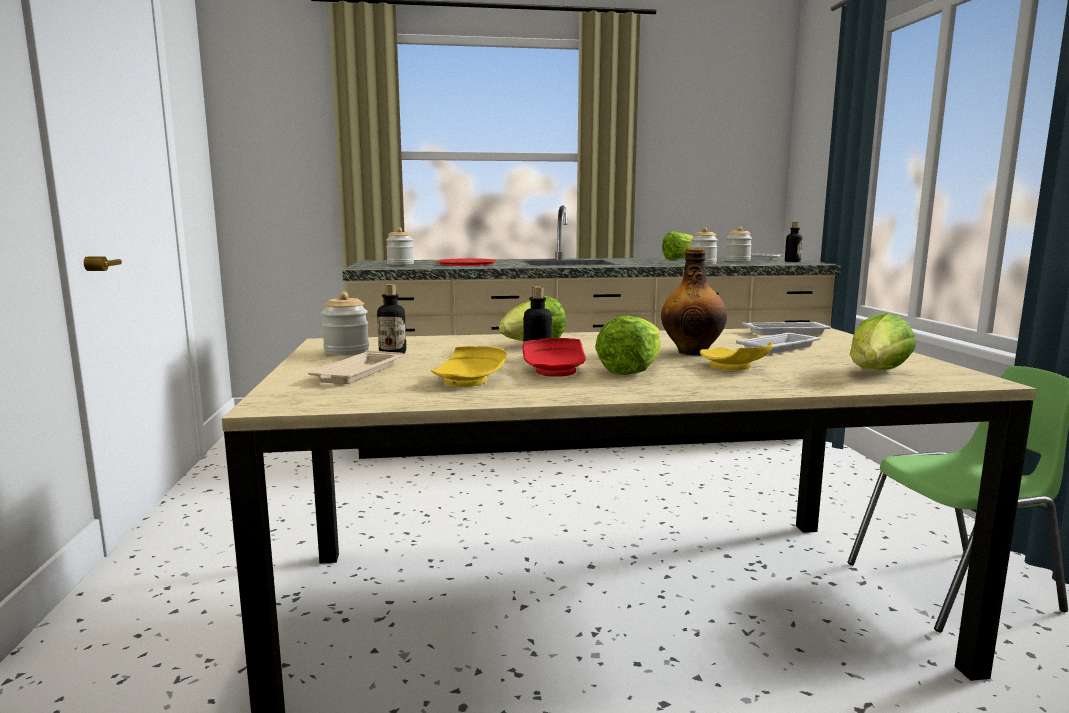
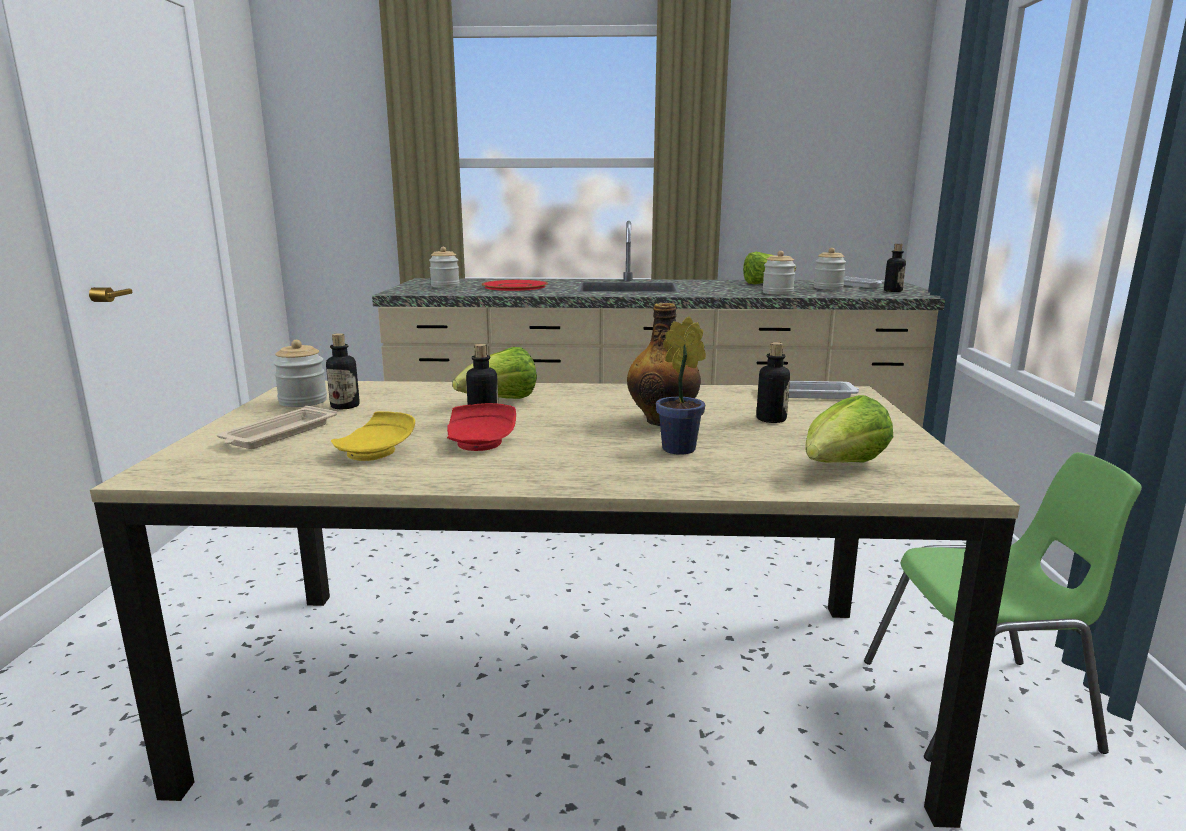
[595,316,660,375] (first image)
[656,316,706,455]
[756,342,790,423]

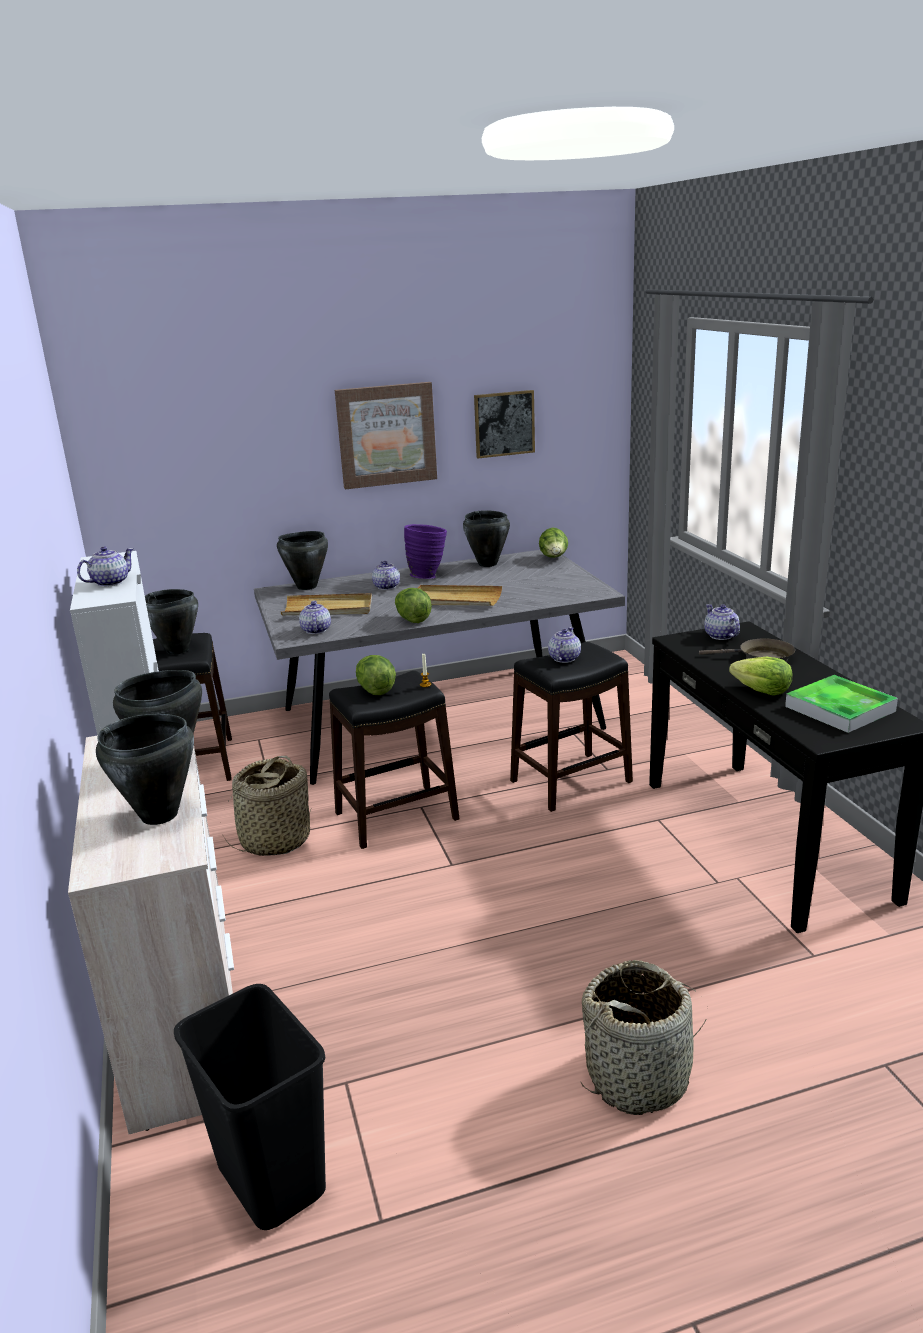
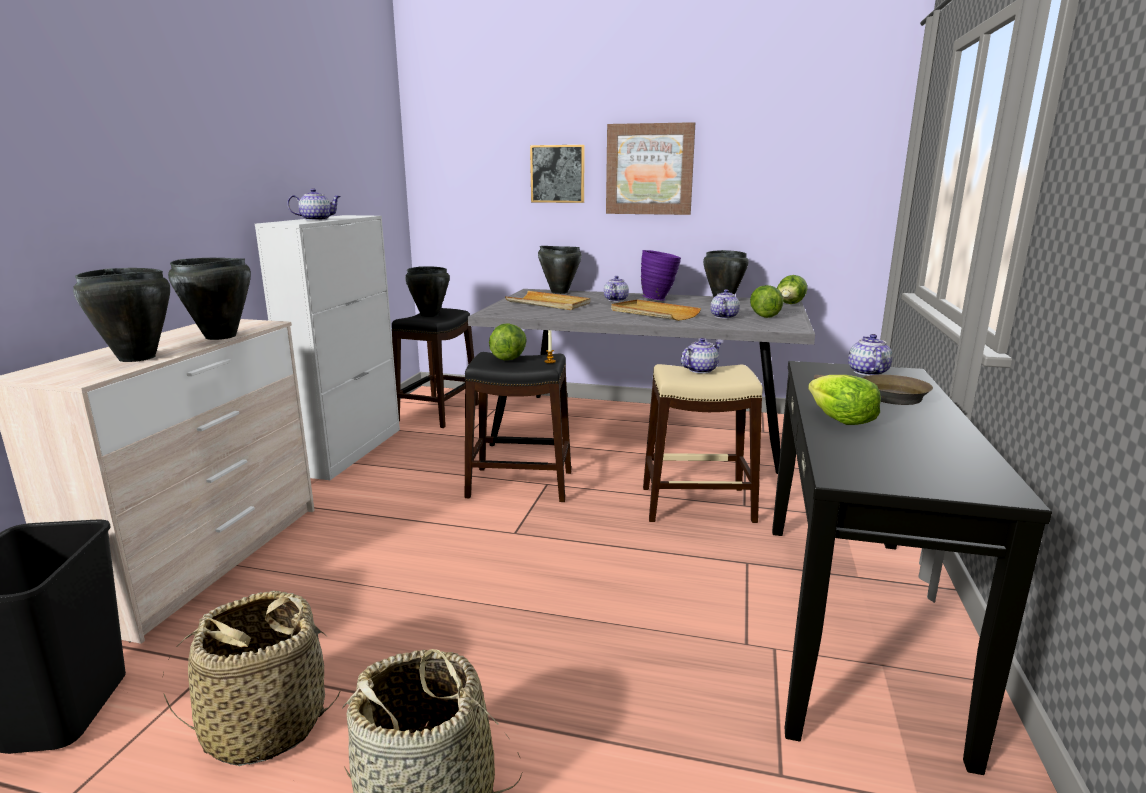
[785,675,898,733] (first image)
[162,591,341,766]
[711,289,740,319]
[750,285,783,318]
[530,145,585,203]
[643,364,763,523]

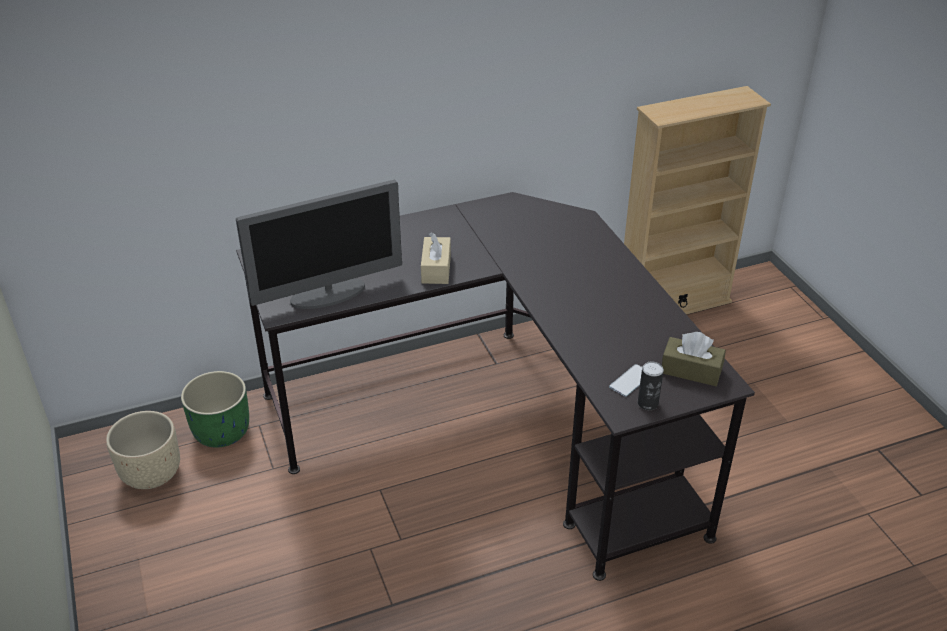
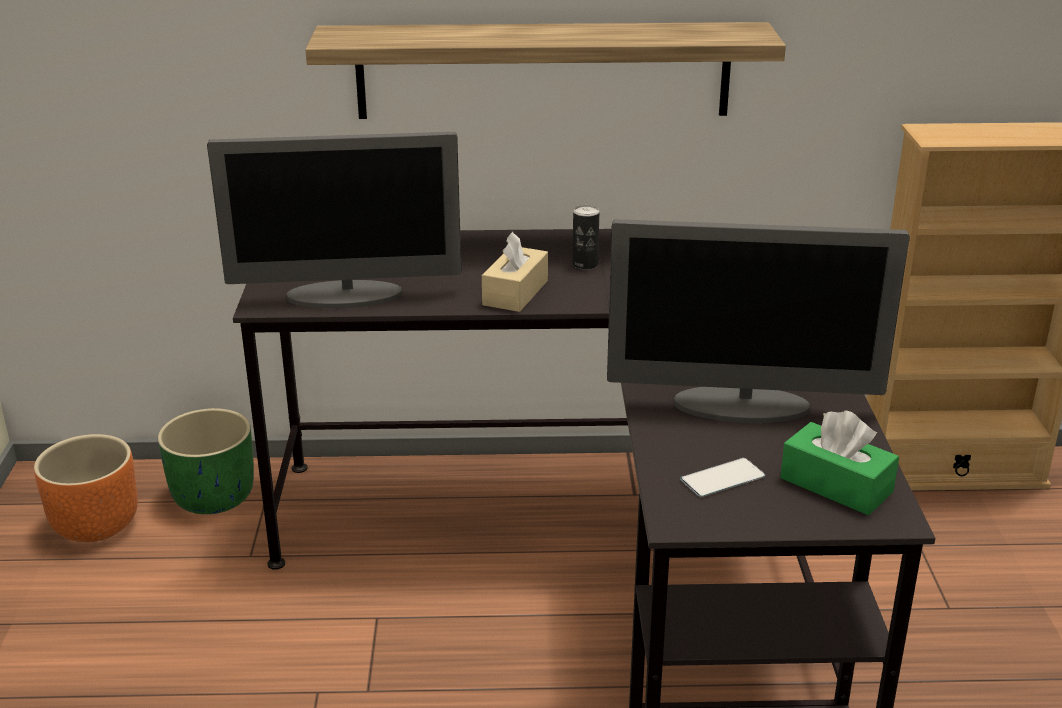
[305,22,786,119]
[607,219,910,423]
[572,205,600,270]
[34,434,138,542]
[780,410,899,515]

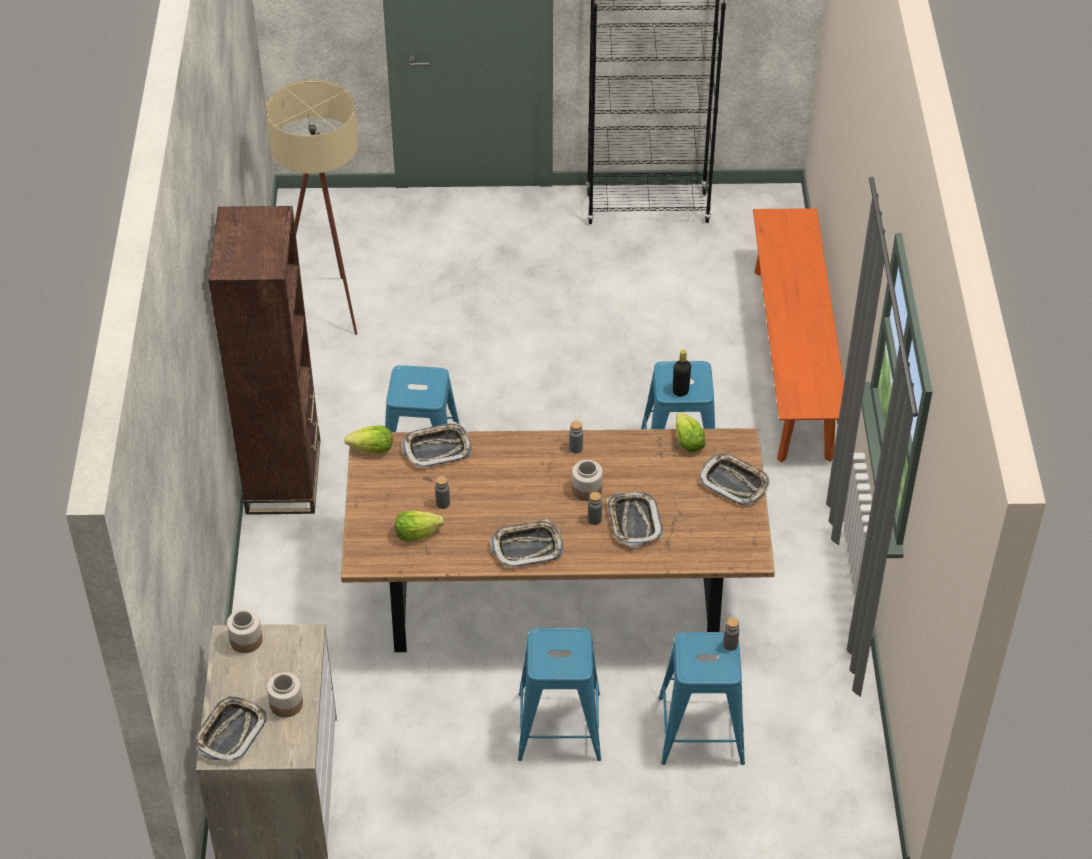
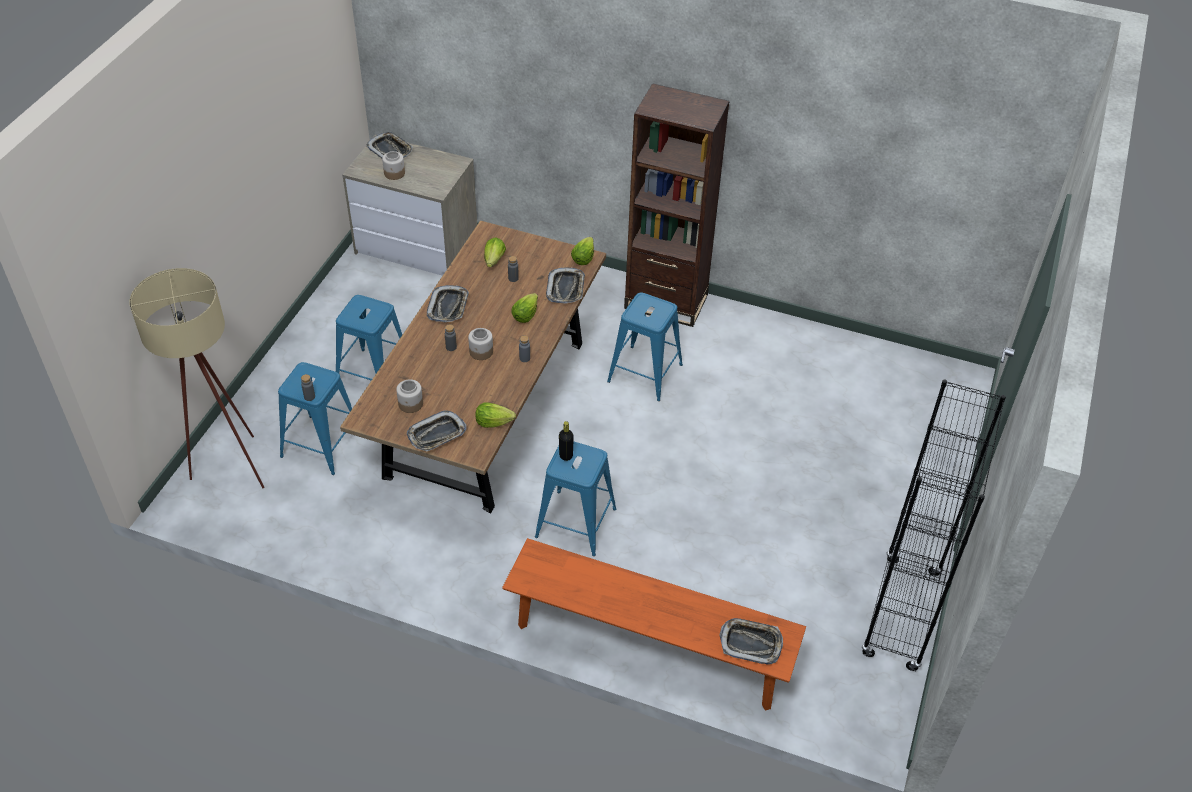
[512,293,538,323]
[396,379,423,413]
[129,268,265,489]
[719,618,783,665]

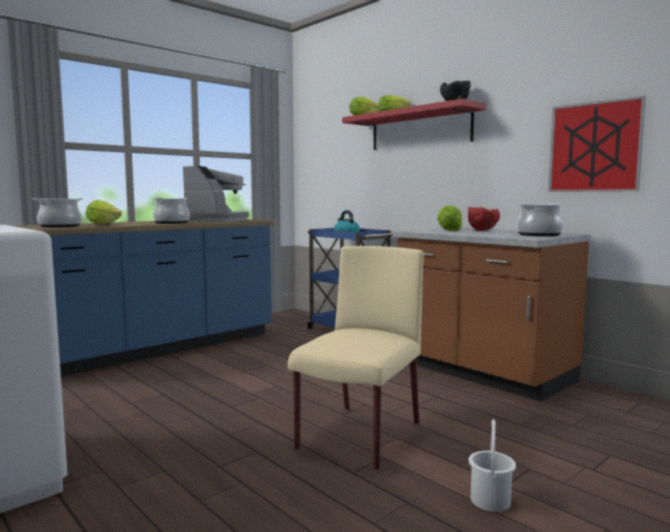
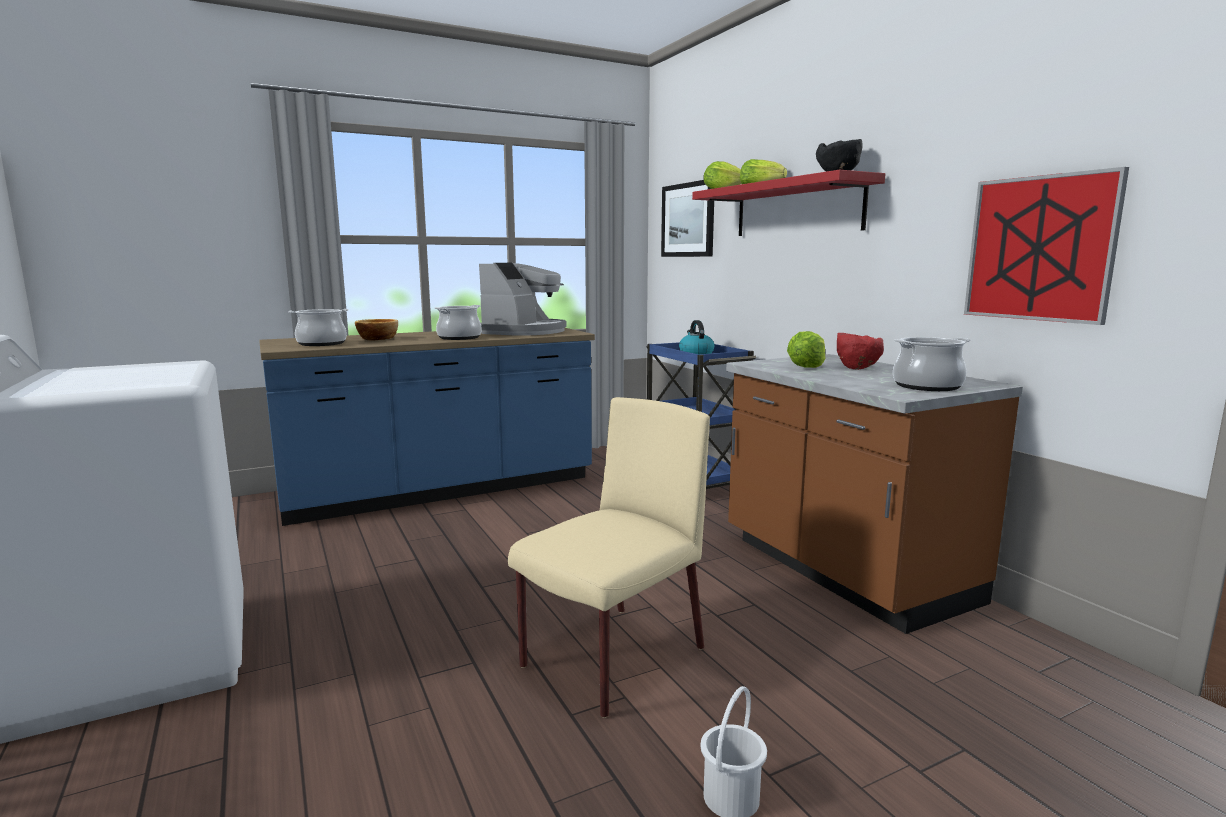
[661,180,714,257]
[355,319,398,340]

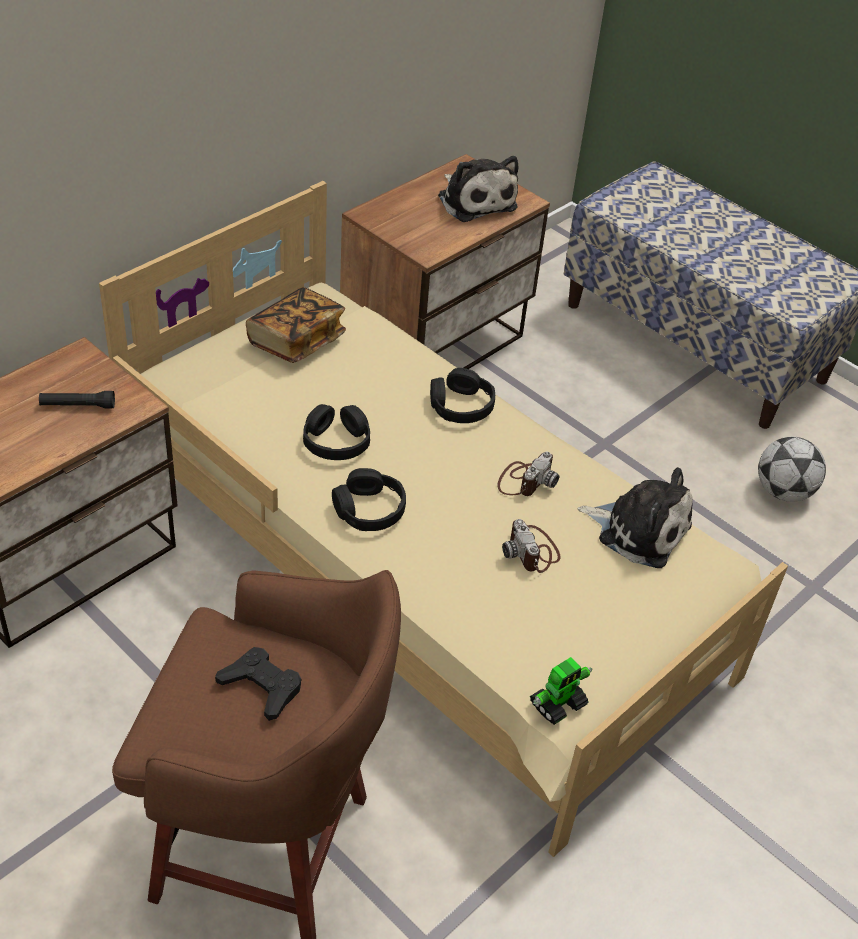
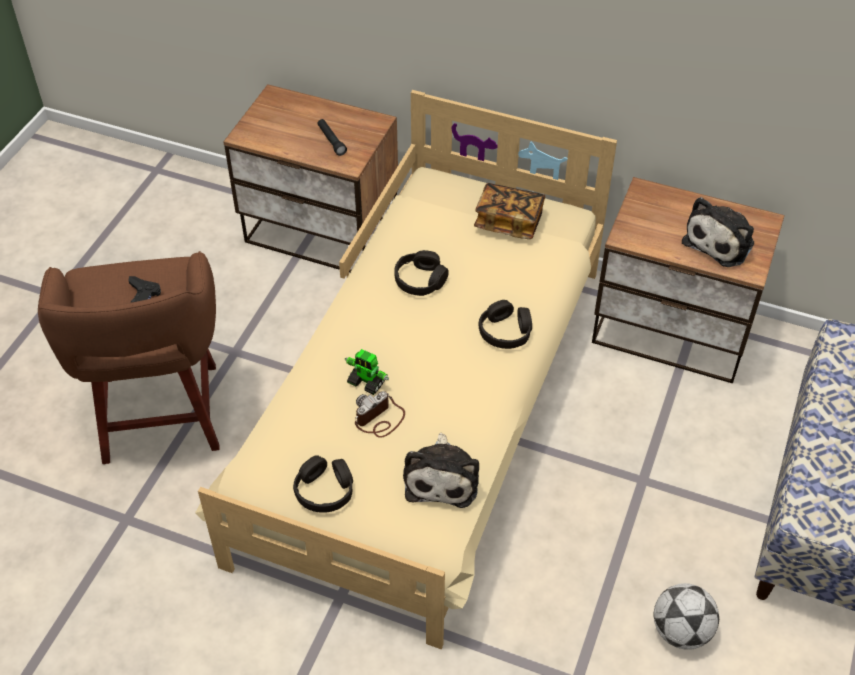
[497,451,560,496] (first image)
[293,455,353,513]
[345,349,389,395]

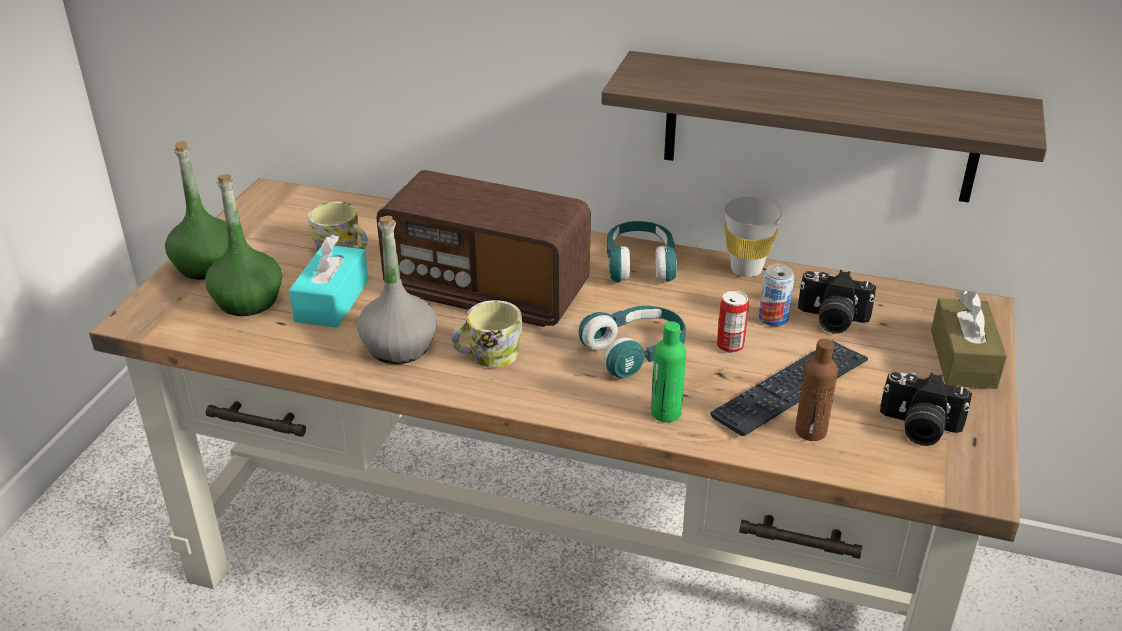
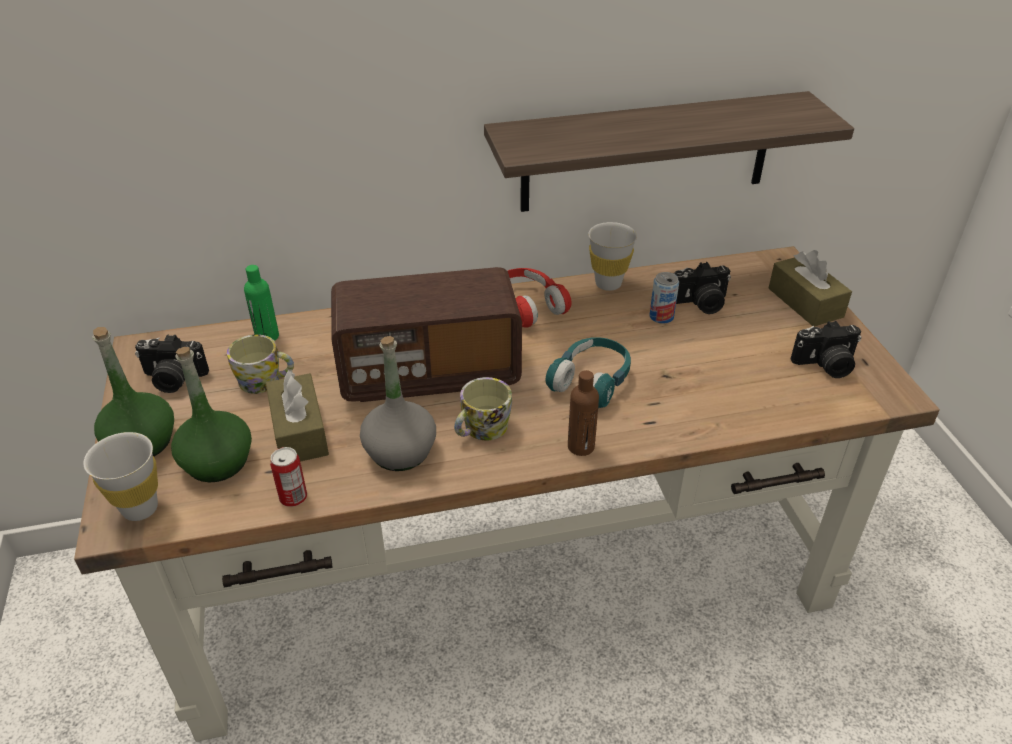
[710,340,868,436] (first image)
[83,432,158,521]
[135,335,209,393]
[244,265,279,341]
[270,447,307,507]
[568,370,599,456]
[266,370,329,462]
[508,268,572,328]

